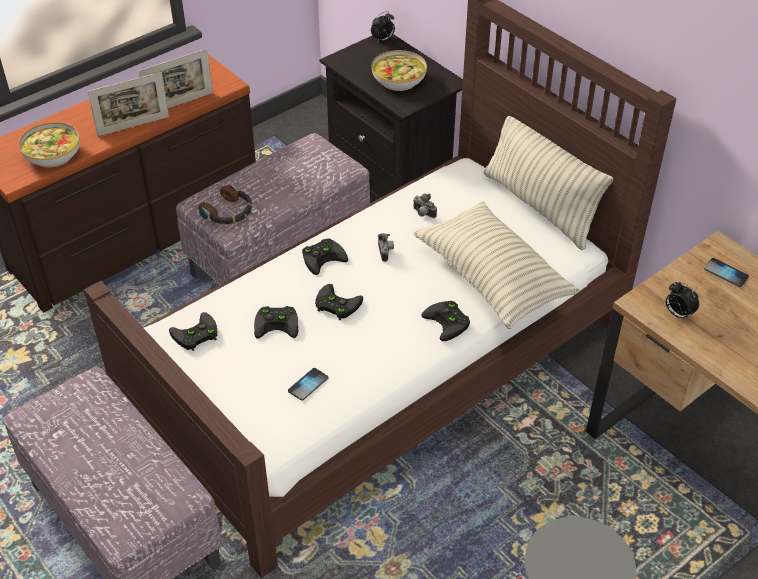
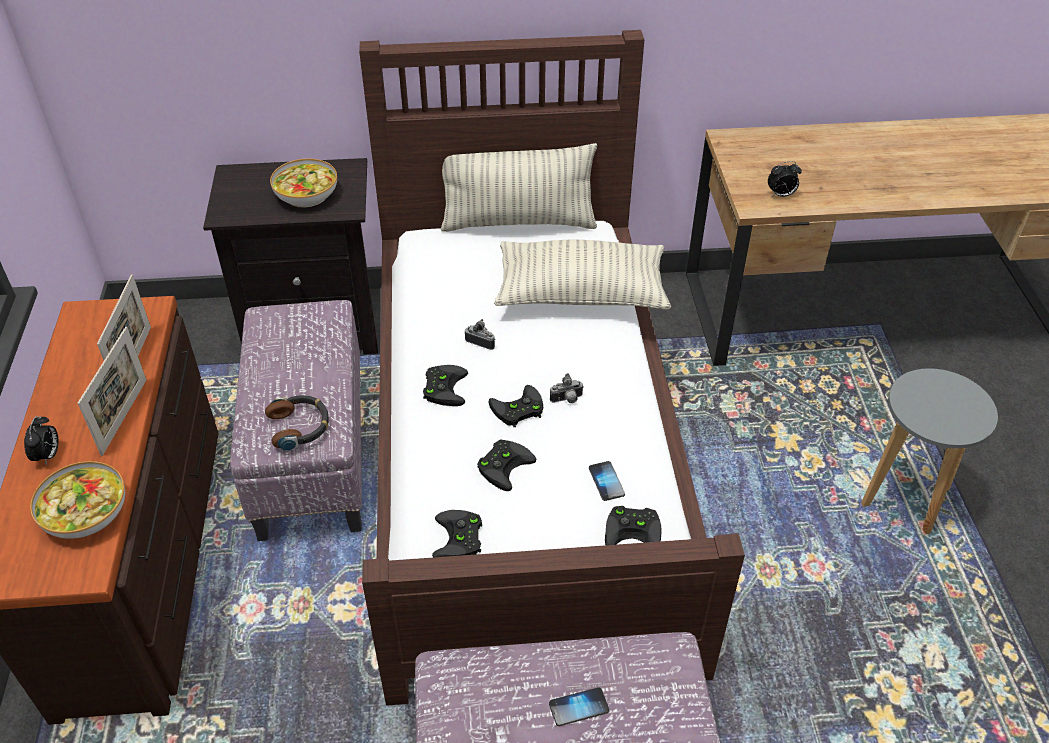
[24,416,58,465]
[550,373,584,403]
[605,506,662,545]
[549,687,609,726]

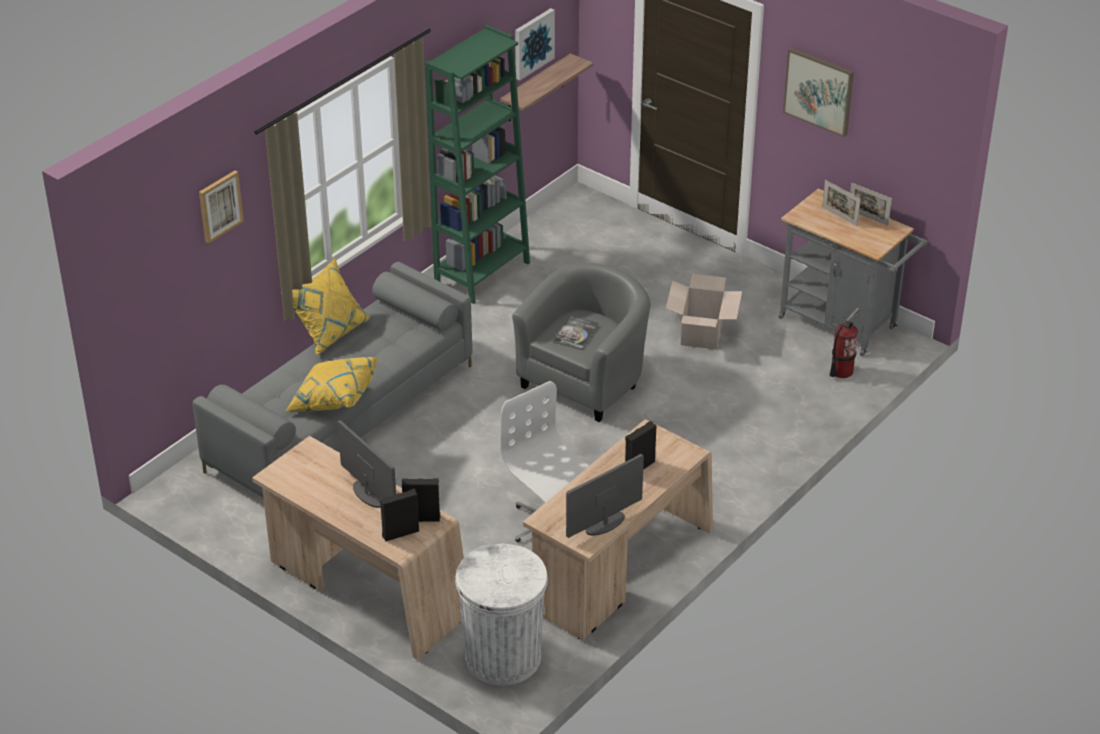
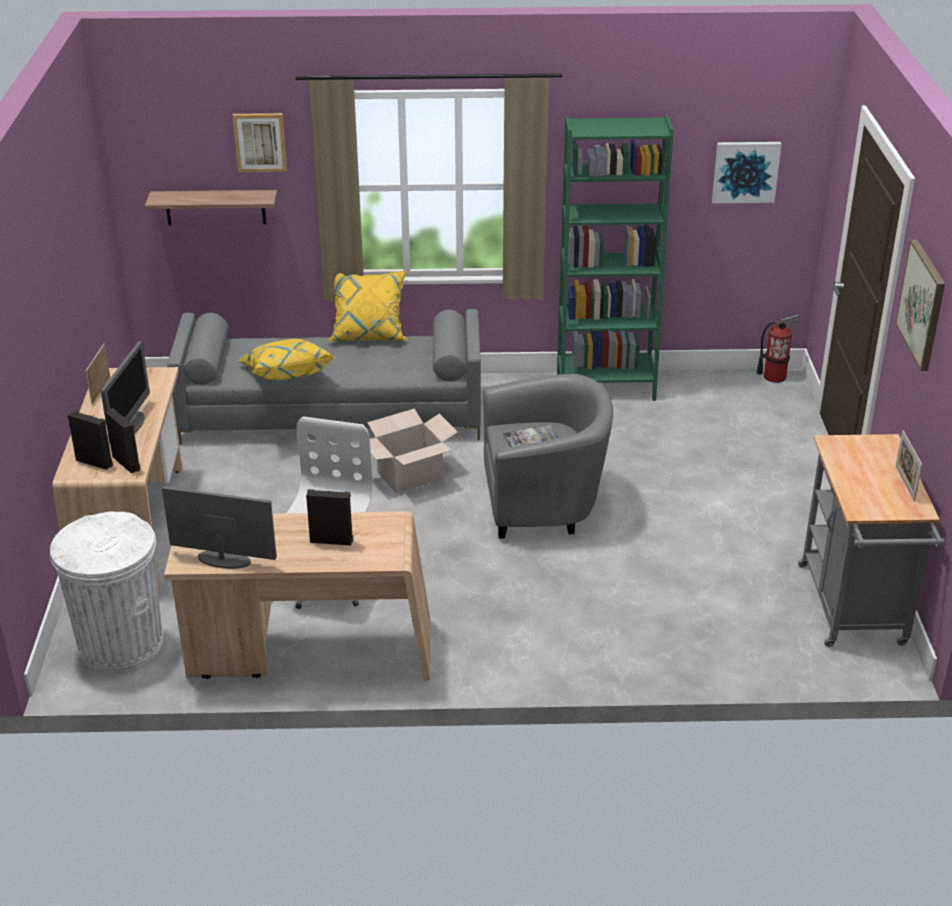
[145,190,277,225]
[367,408,458,493]
[86,344,110,404]
[757,314,799,383]

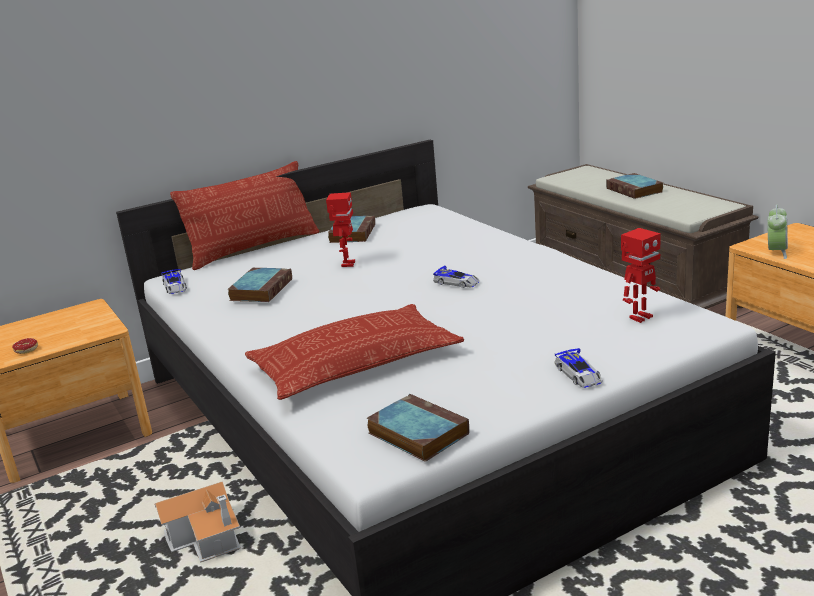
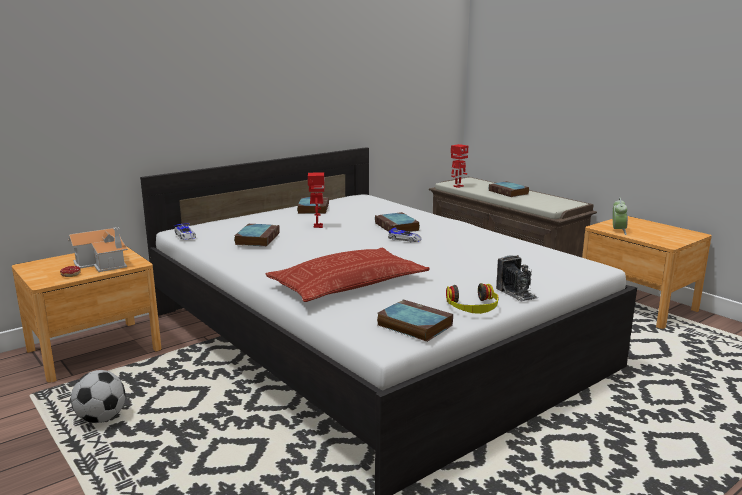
[170,161,319,270] (first image)
[71,370,125,423]
[375,212,420,232]
[446,283,498,314]
[68,227,128,272]
[451,144,468,188]
[496,255,538,302]

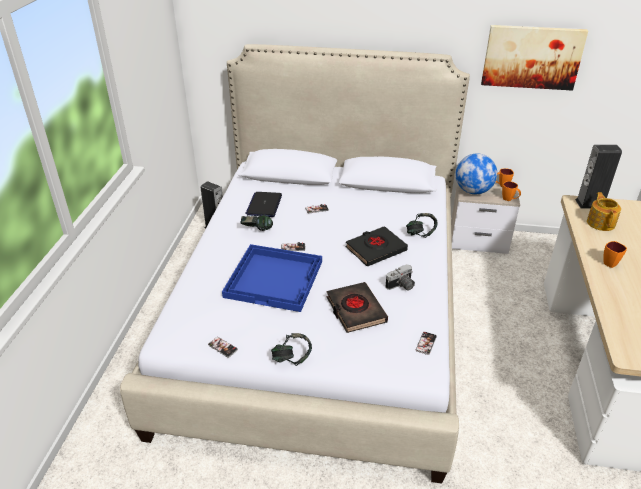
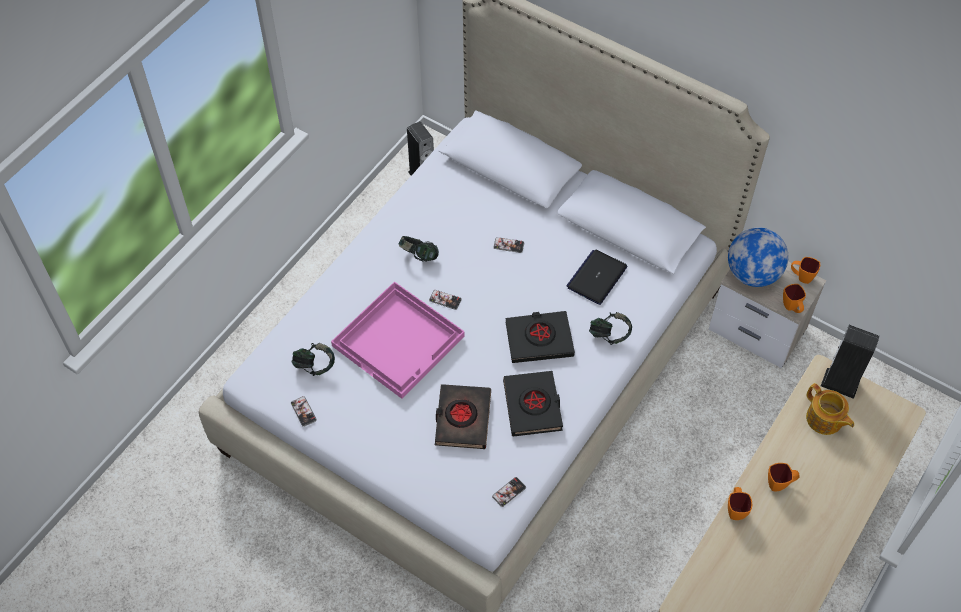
[481,25,588,91] (first image)
[728,487,752,520]
[566,250,628,305]
[292,343,335,376]
[503,371,563,437]
[331,281,465,399]
[806,383,854,435]

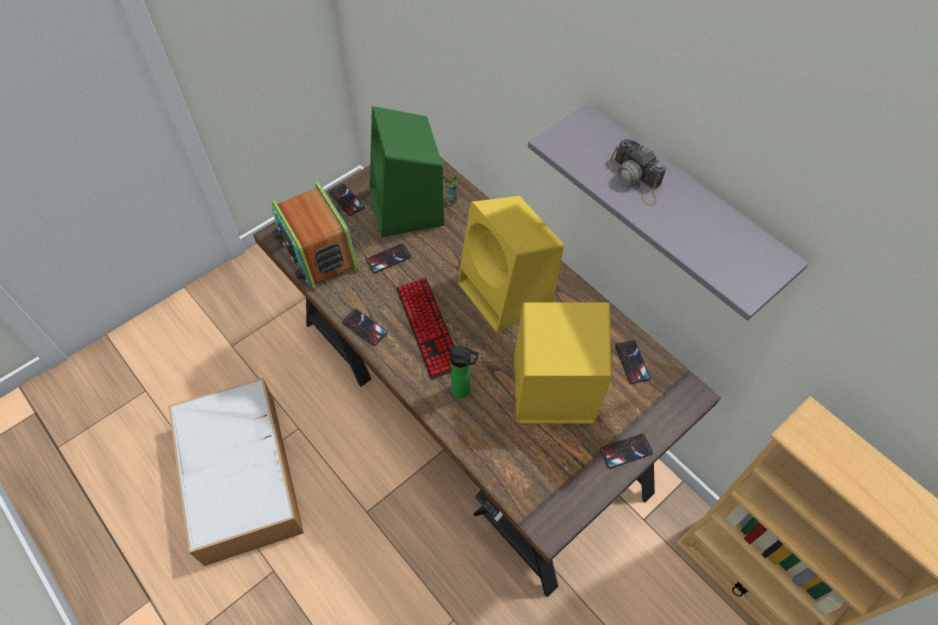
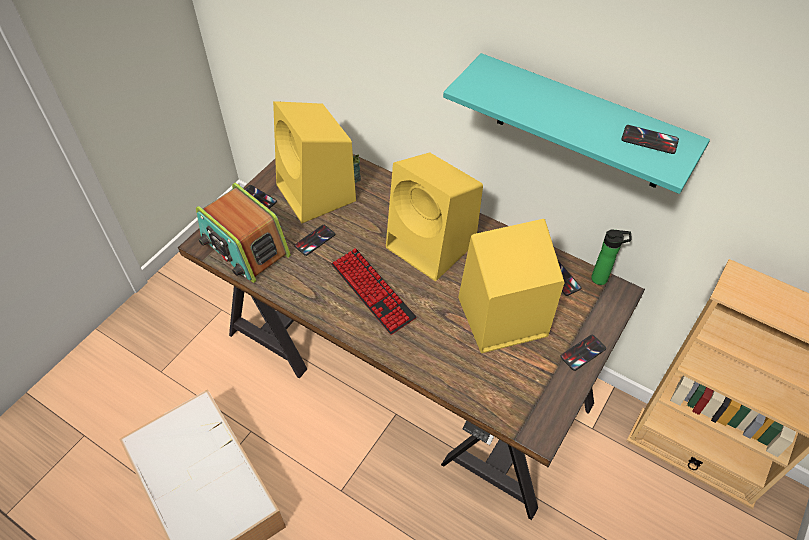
[606,138,666,206] (first image)
[621,125,679,154]
[591,230,632,285]
[273,101,356,223]
[443,53,710,194]

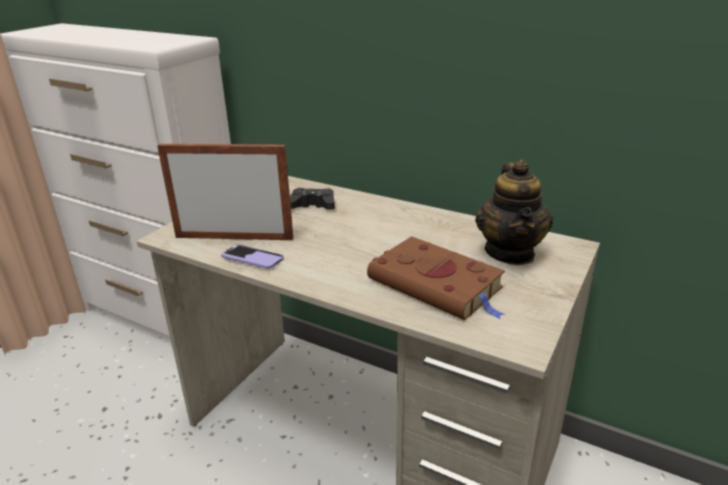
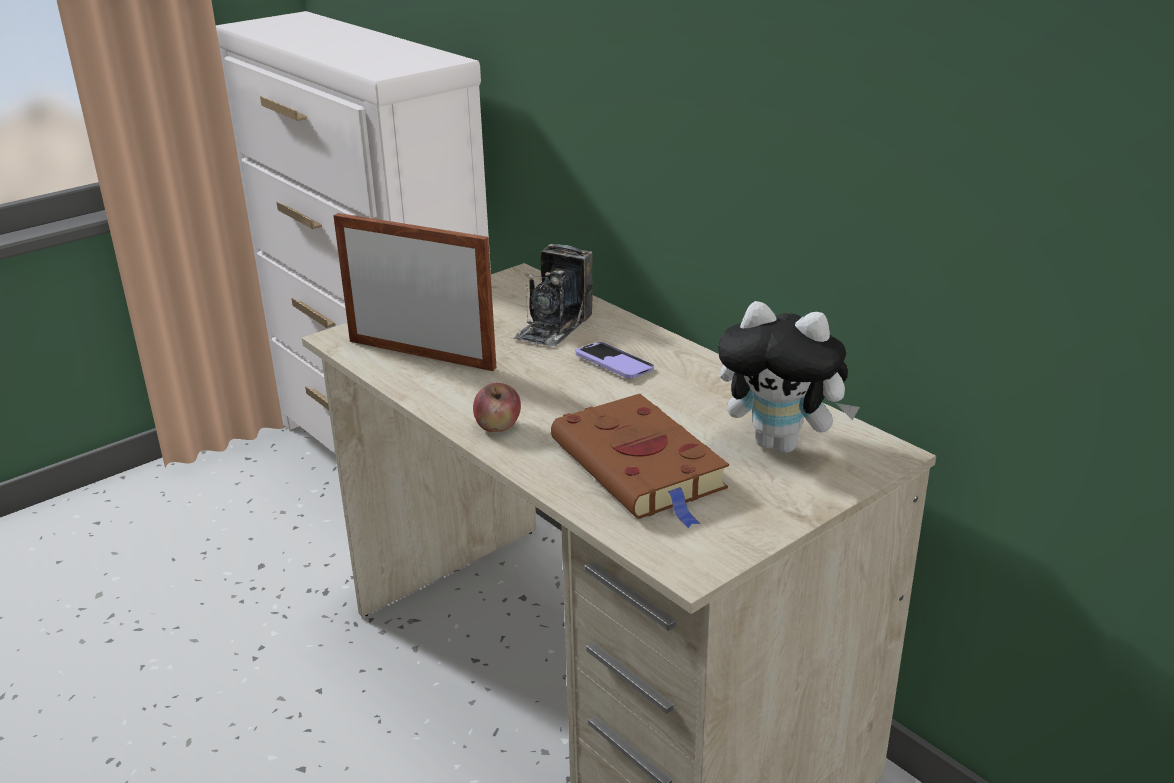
[473,383,521,432]
[575,342,654,378]
[513,244,593,347]
[718,301,860,453]

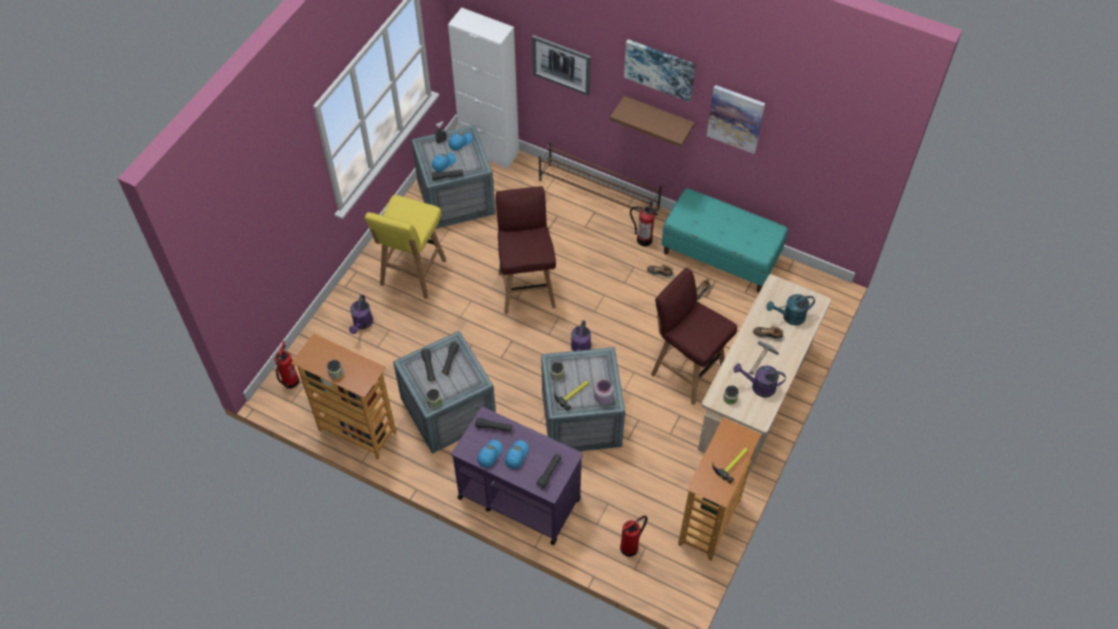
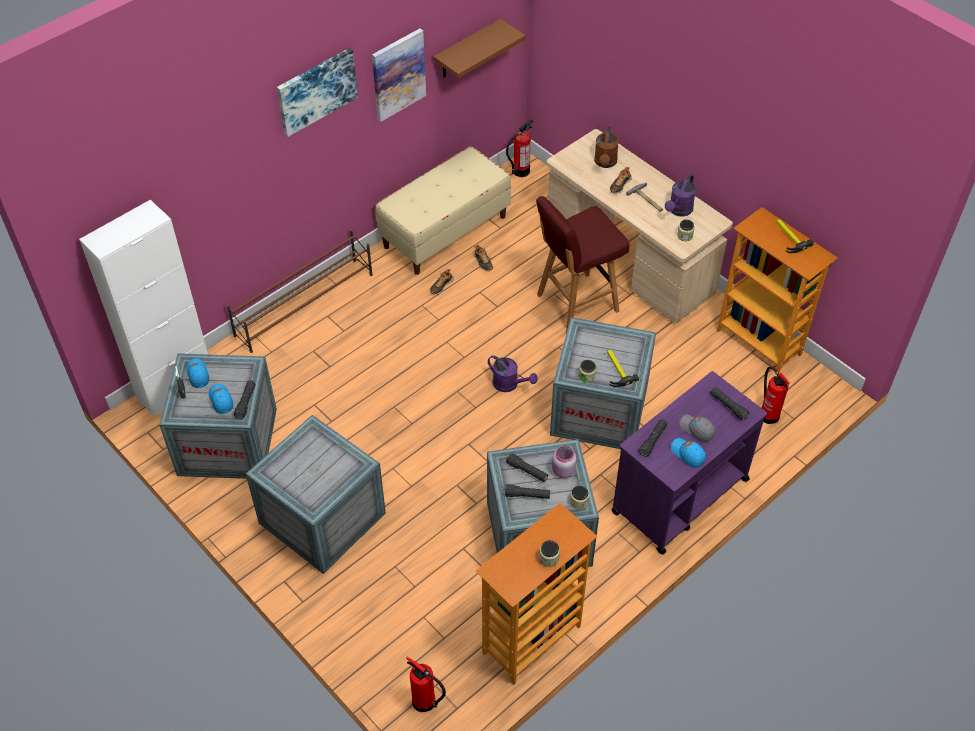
[349,295,373,334] (first image)
[496,186,556,314] (first image)
[532,35,591,96] (first image)
[552,446,576,478]
[433,19,526,78]
[506,119,533,177]
[246,415,386,574]
[680,414,715,442]
[375,147,511,275]
[594,126,619,168]

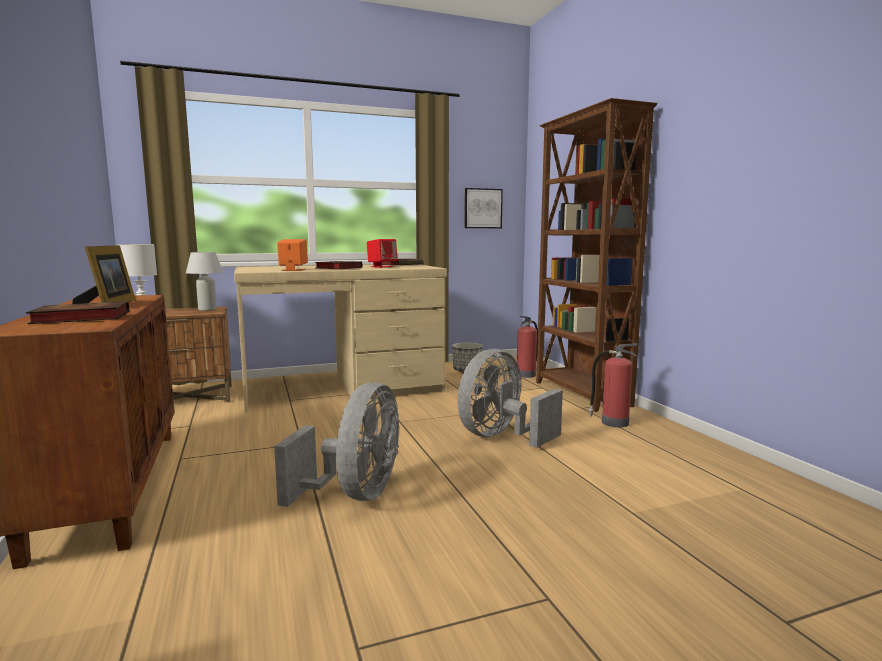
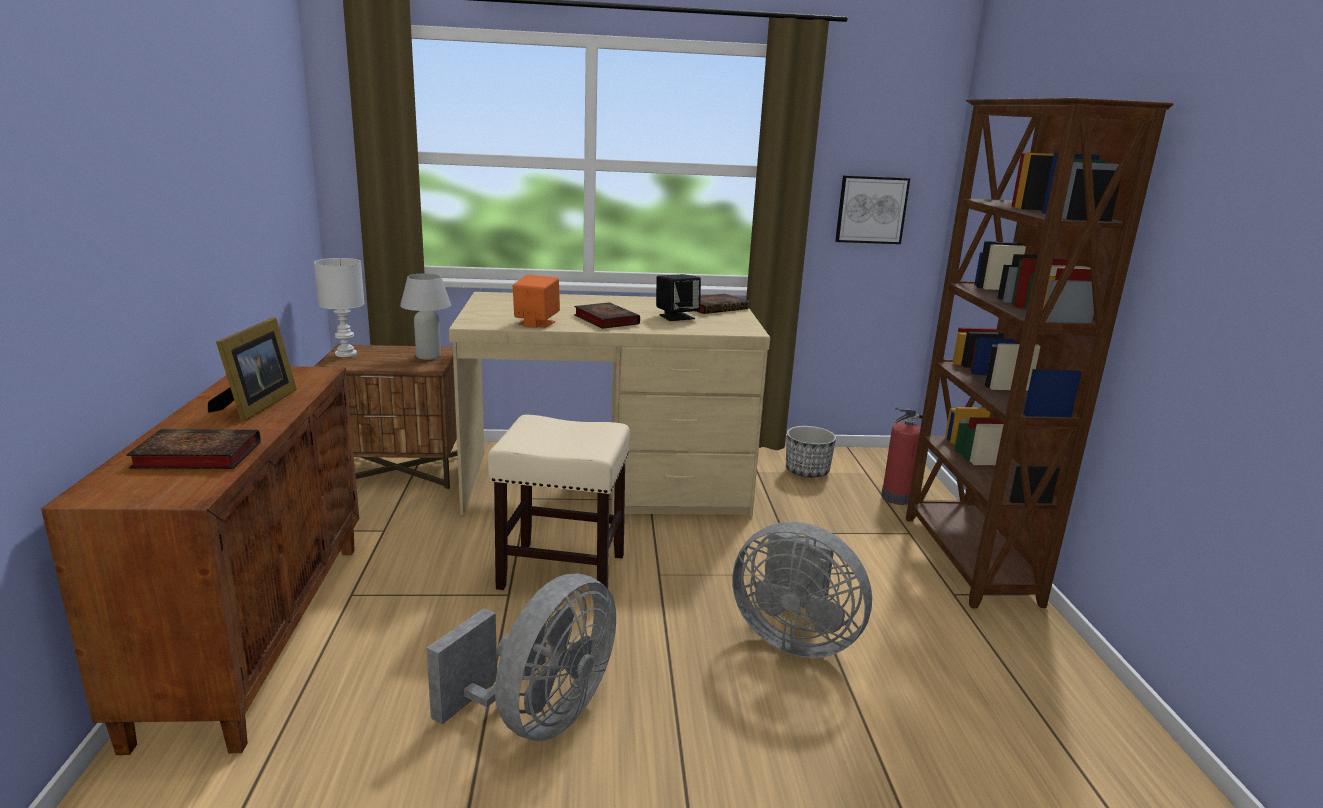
[588,343,638,427] (first image)
[488,415,630,590]
[656,274,701,321]
[732,522,872,658]

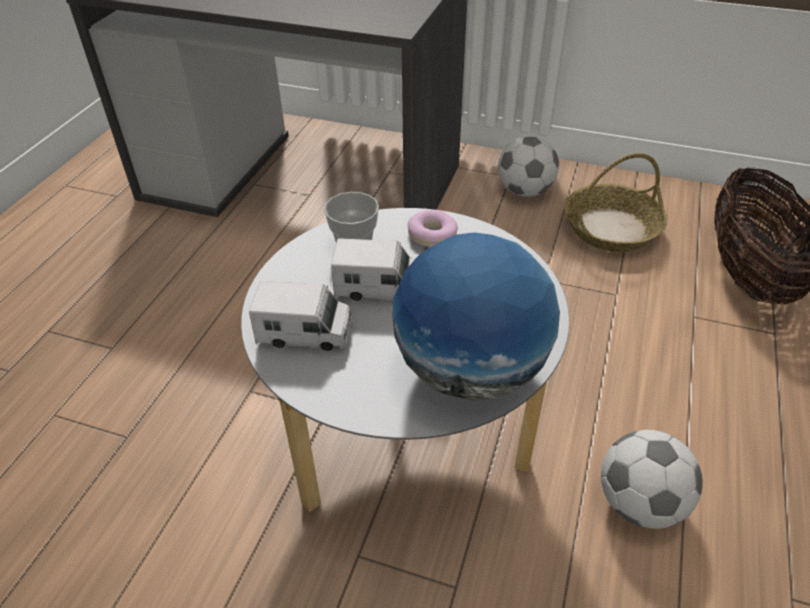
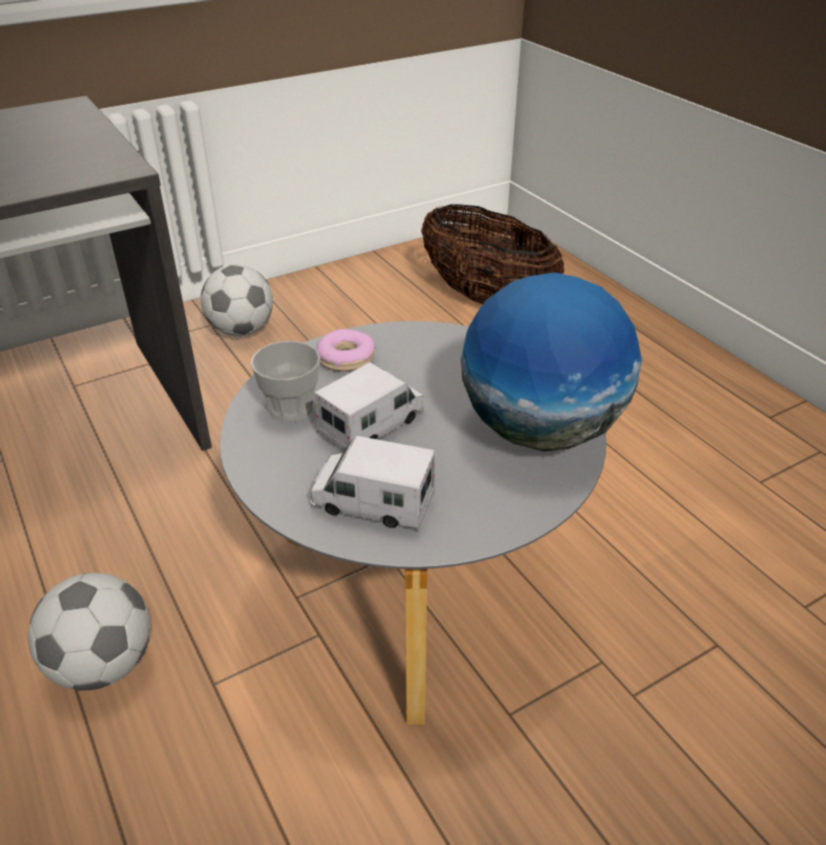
[564,153,667,252] (first image)
[28,573,151,691]
[310,436,435,530]

